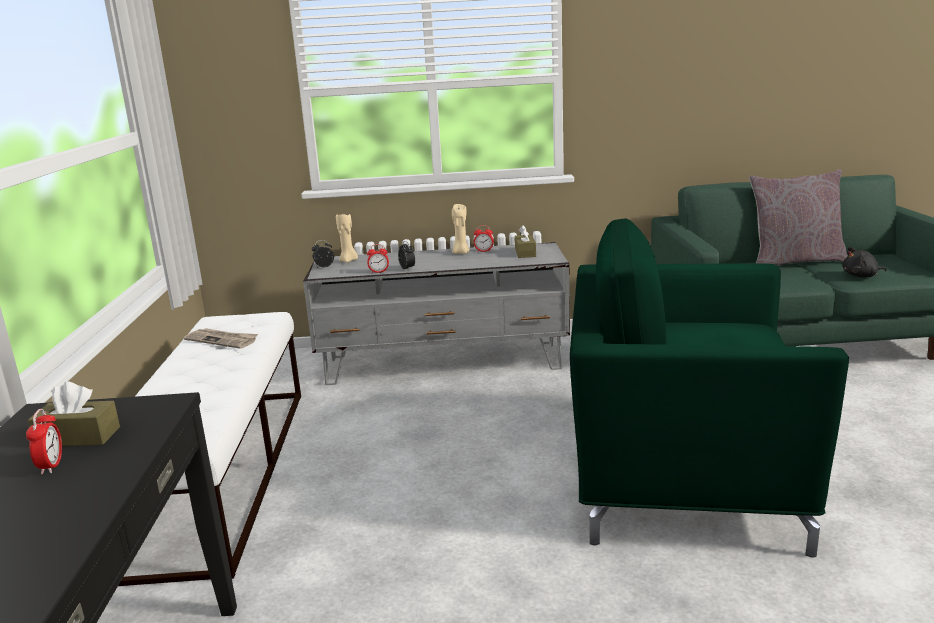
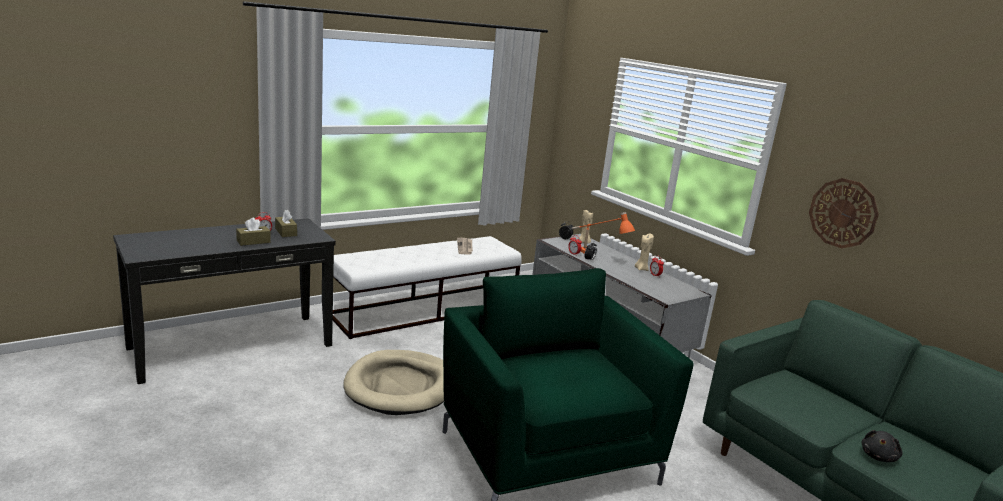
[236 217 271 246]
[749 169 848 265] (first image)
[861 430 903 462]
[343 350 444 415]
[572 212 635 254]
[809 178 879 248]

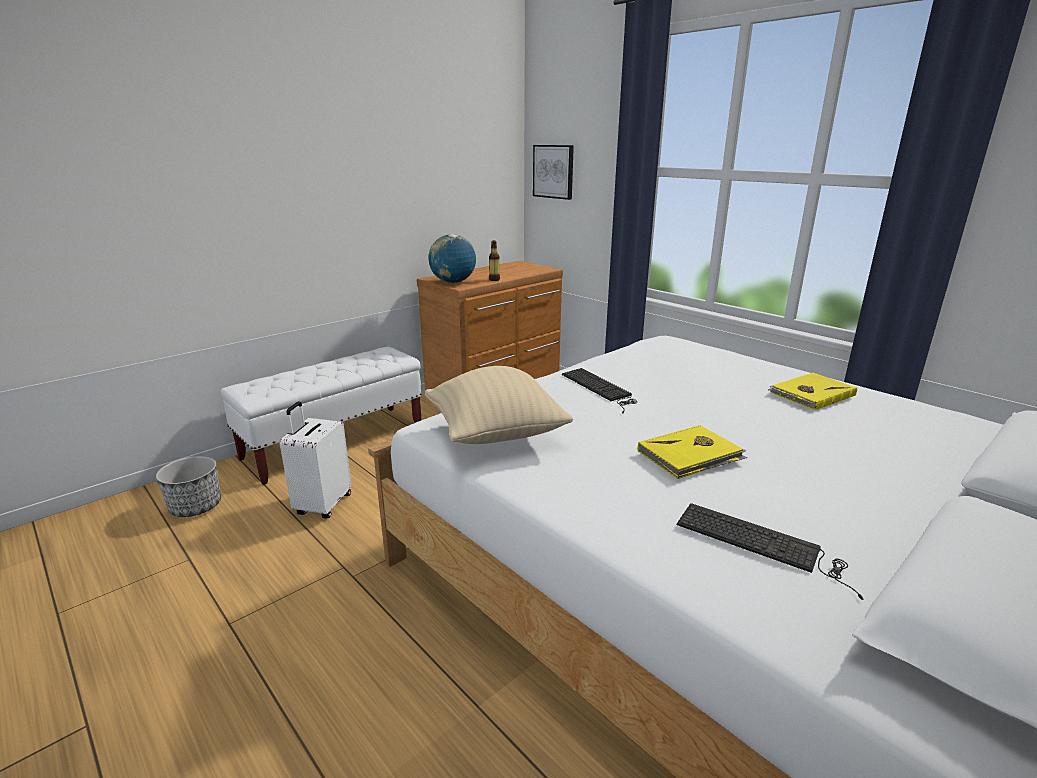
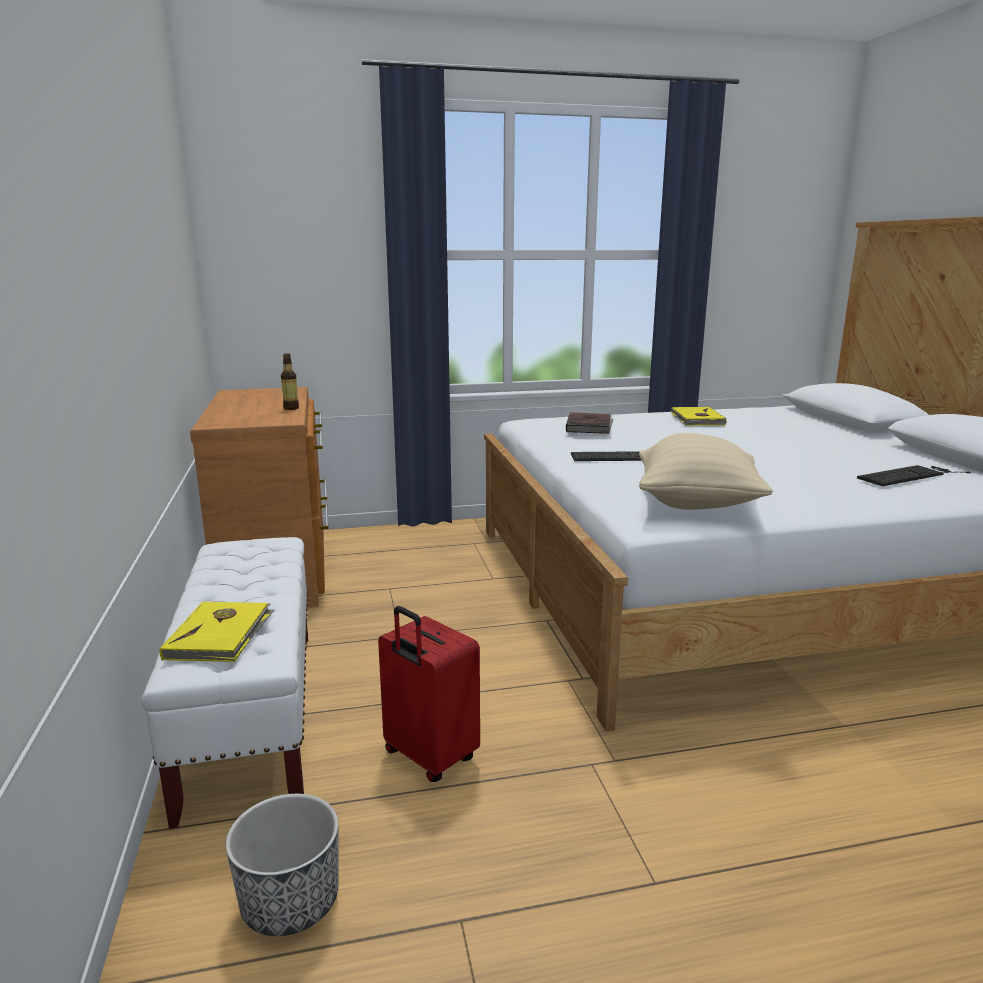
[378 606 480 782]
[428 234 476 283] (first image)
[533 145 574 200] (first image)
[160 601 275 662]
[566 412 614 434]

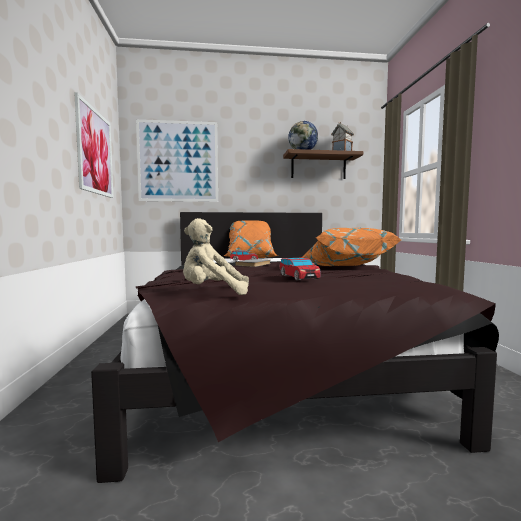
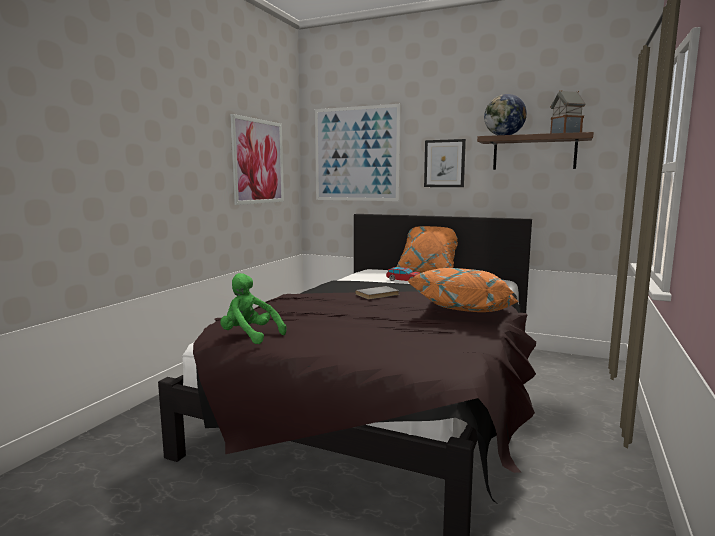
[220 273 287 344]
[280 257 321 280] (first image)
[424 139 466 187]

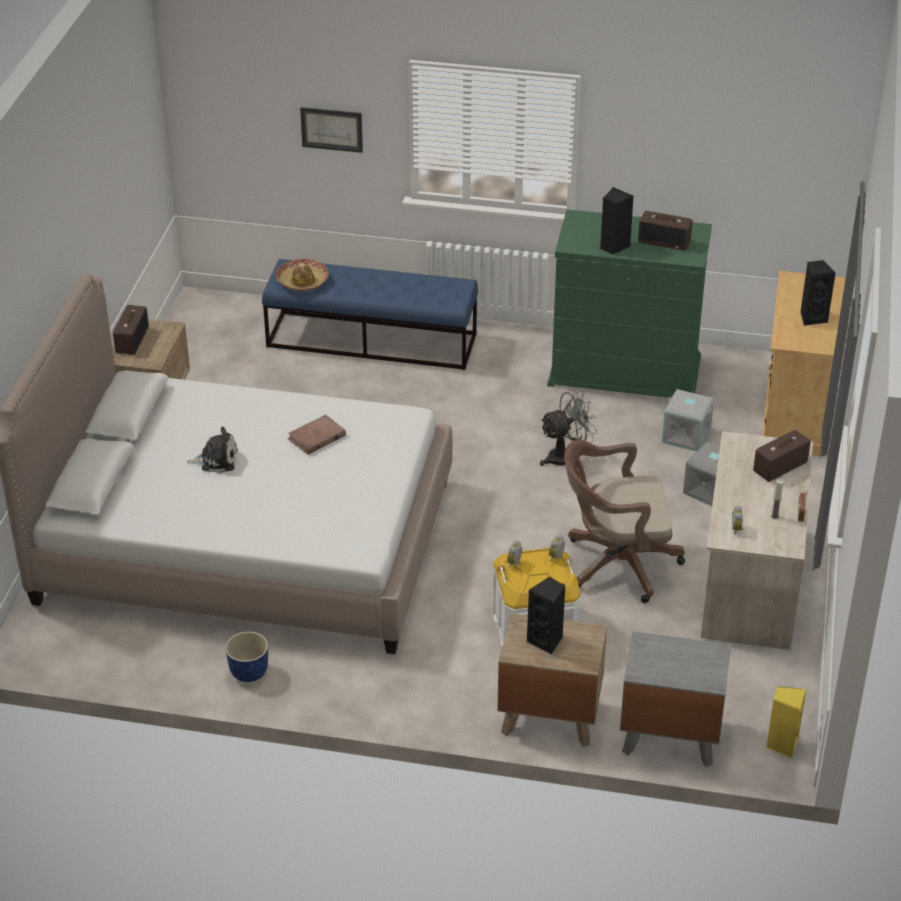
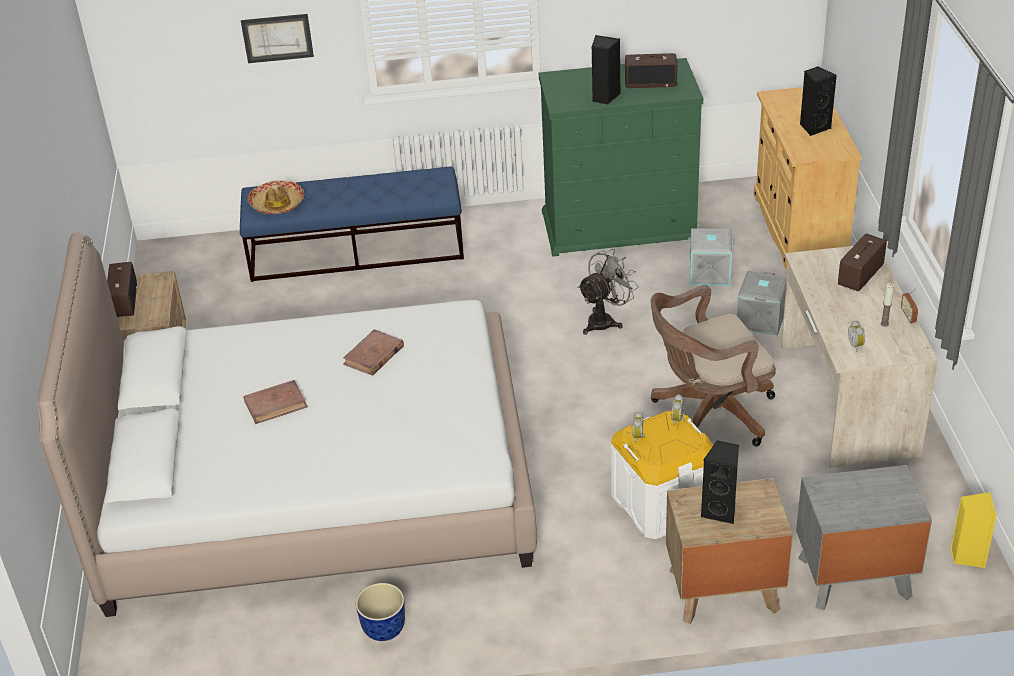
[243 380 308 424]

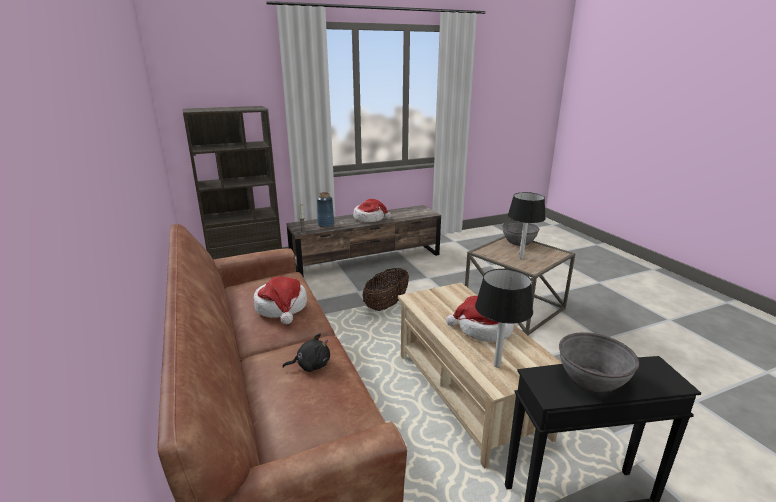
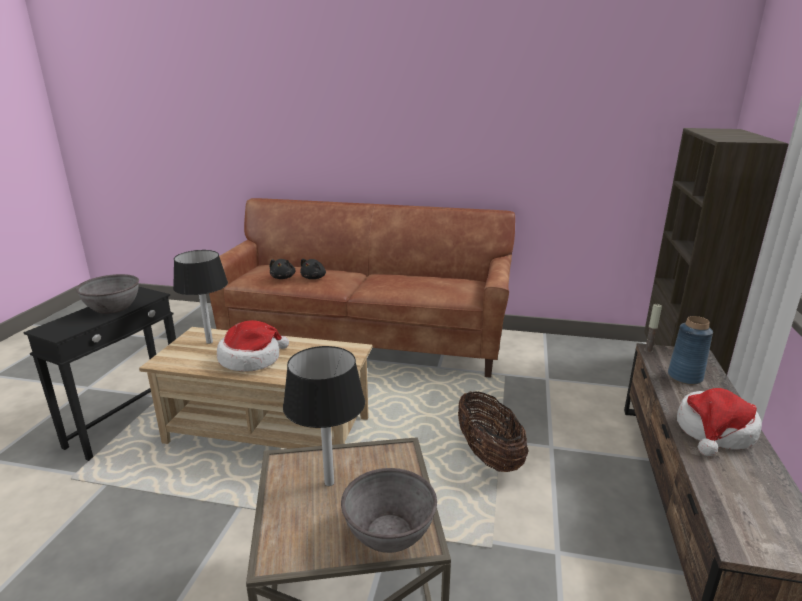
[254 277 307 324] (first image)
[269 259 296 279]

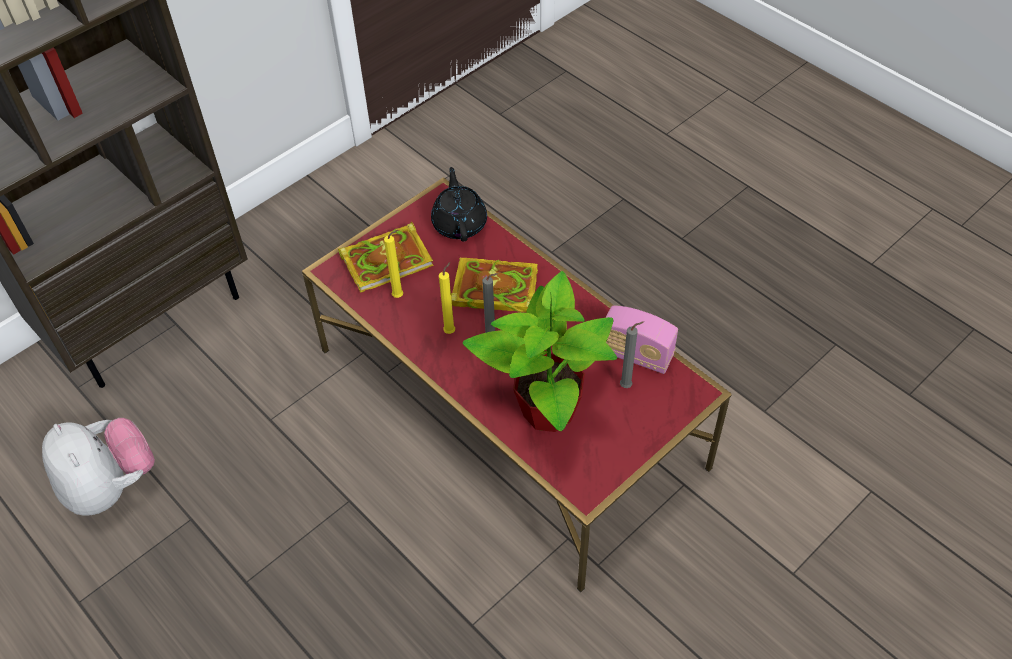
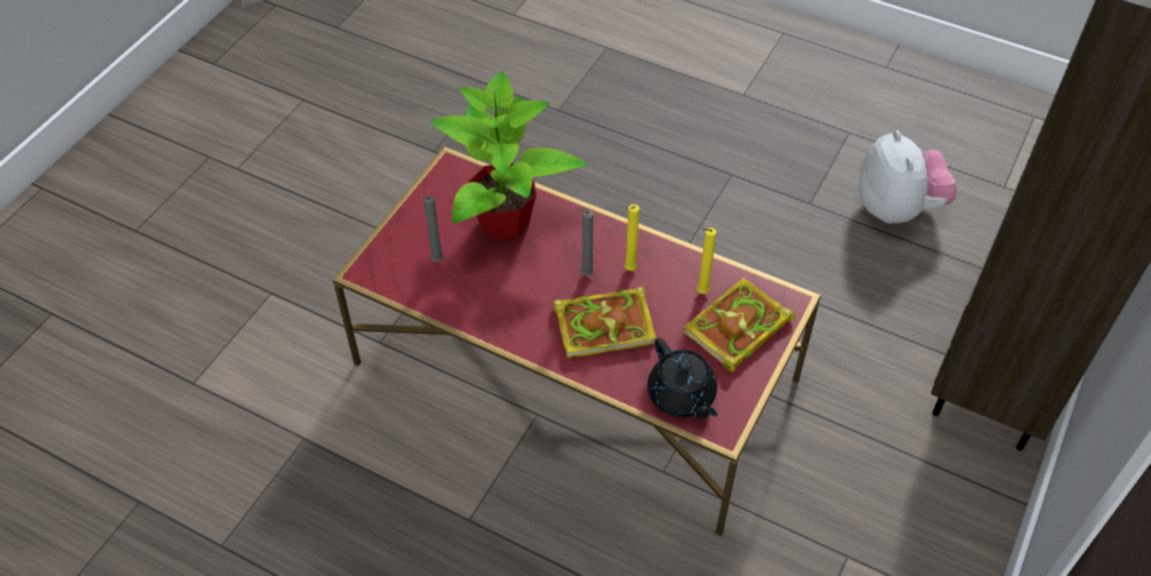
[859 130 957 224]
[605 305 678 374] (first image)

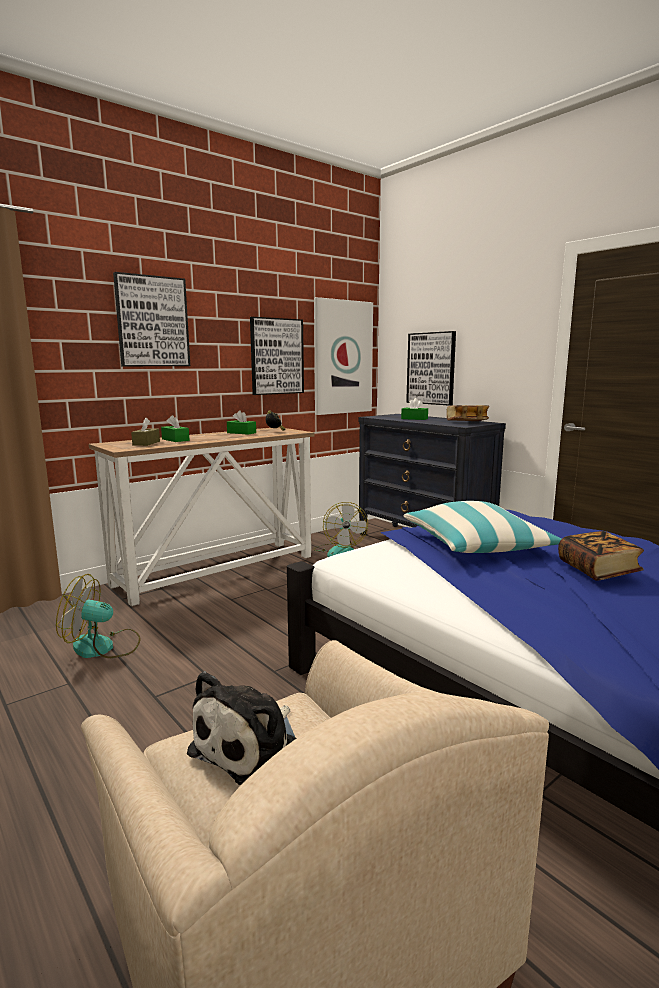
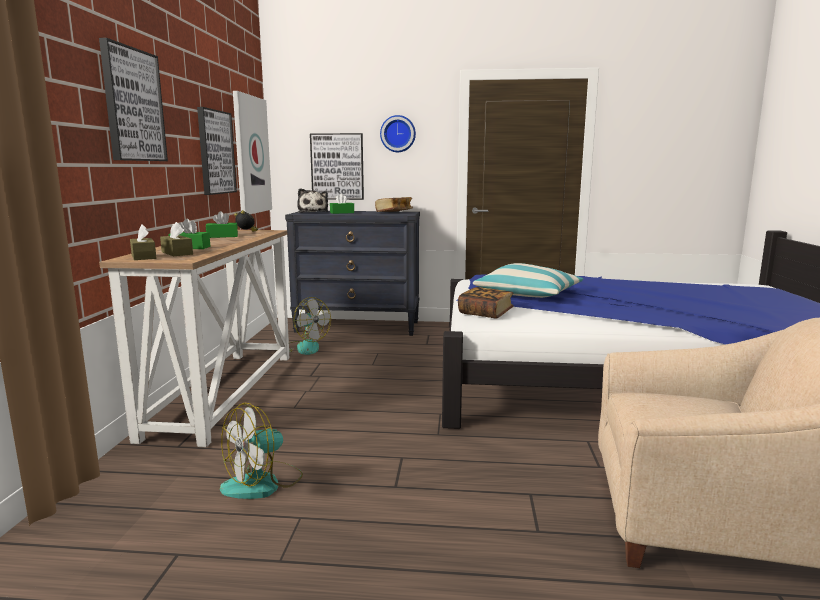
[297 188 328 213]
[458 287 514 319]
[130 224 156 260]
[380 115 416 152]

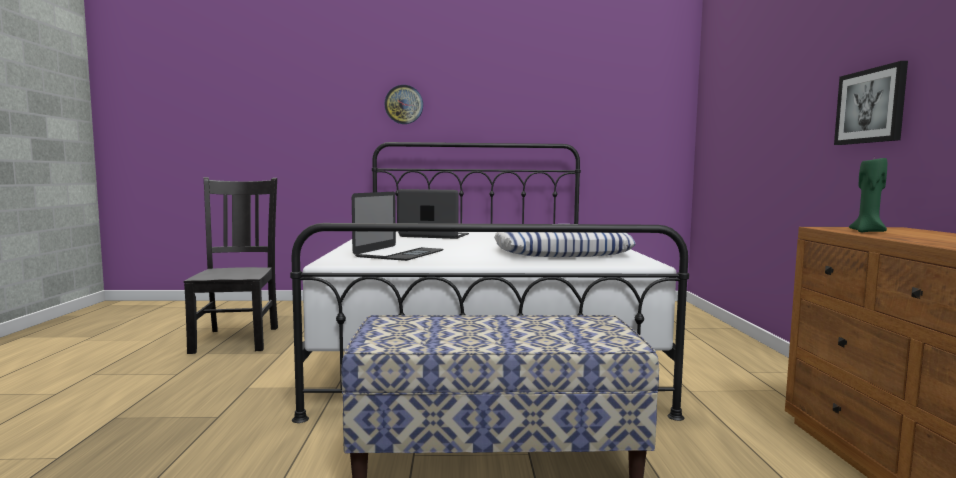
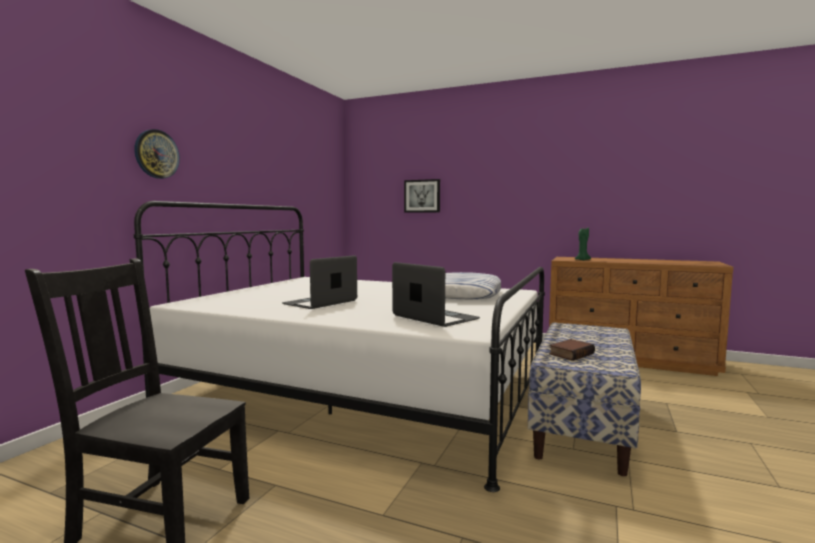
[404 179 440 213]
[549 339 595 361]

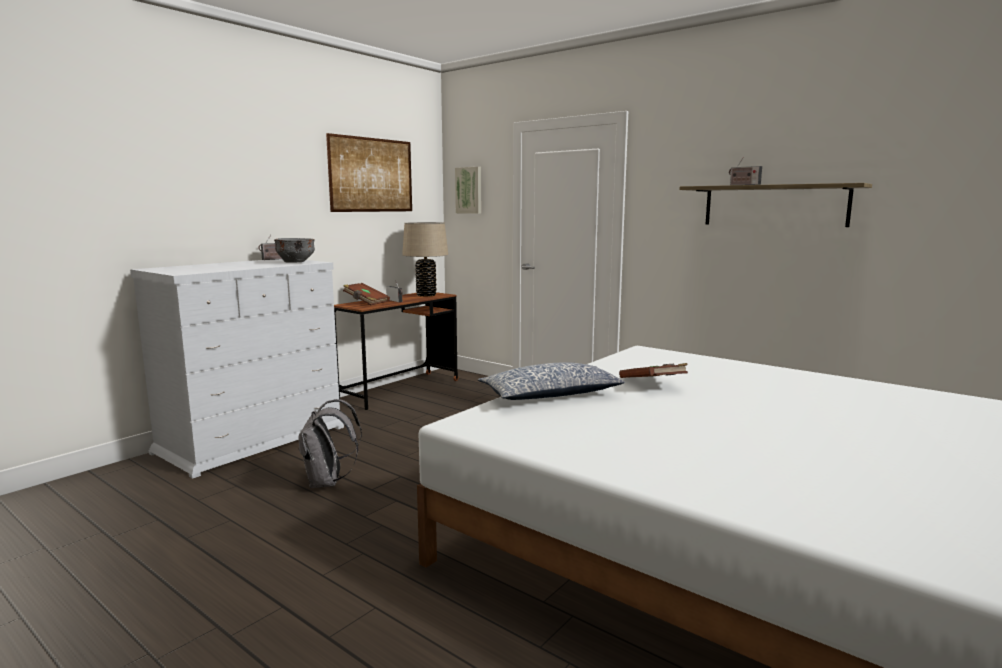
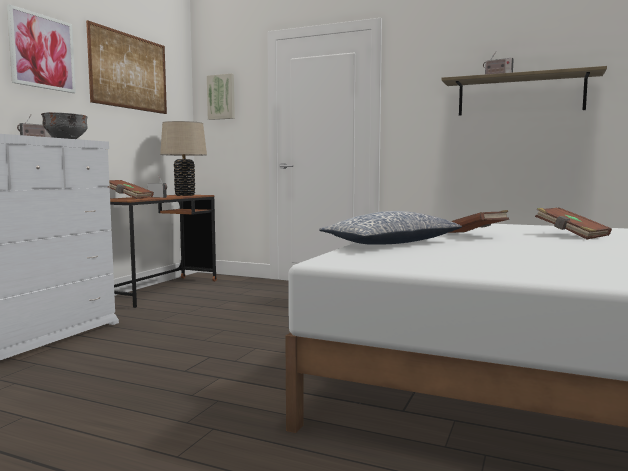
[298 399 362 488] (first image)
[7 4 76 93]
[535 208 612 239]

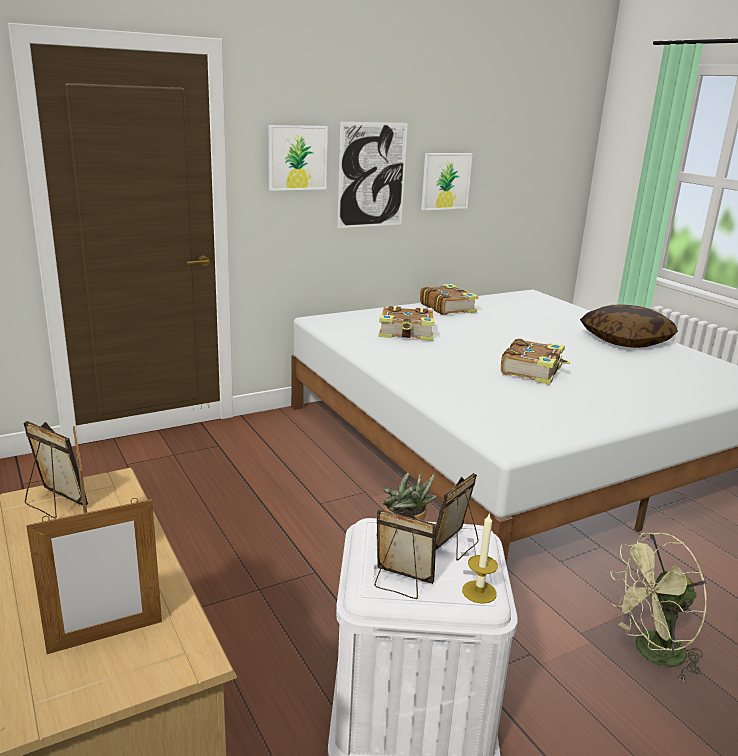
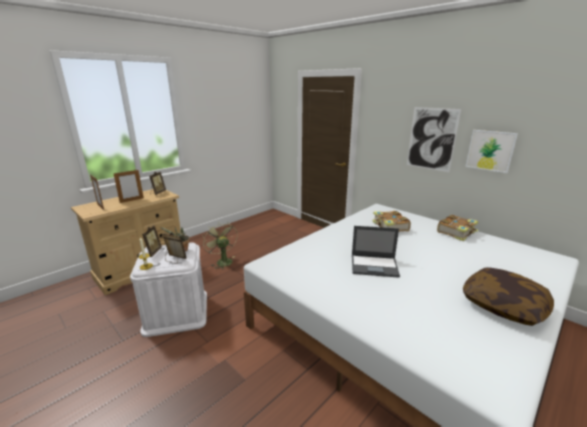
[269 125 328 191] (first image)
[352 226 400 278]
[202 223 238 270]

